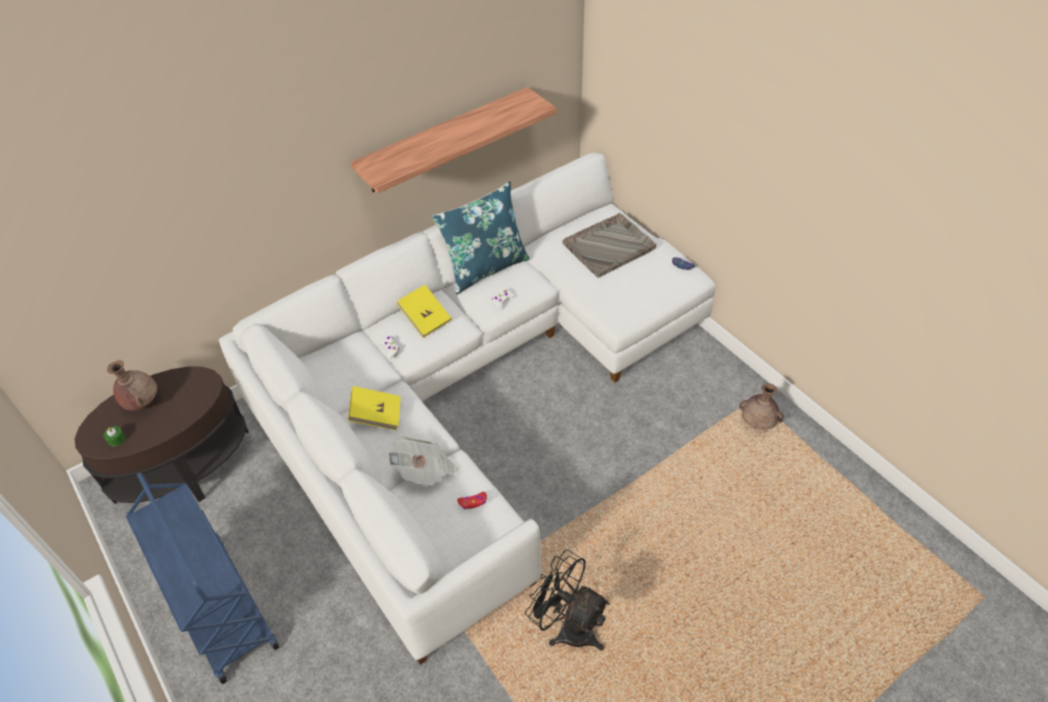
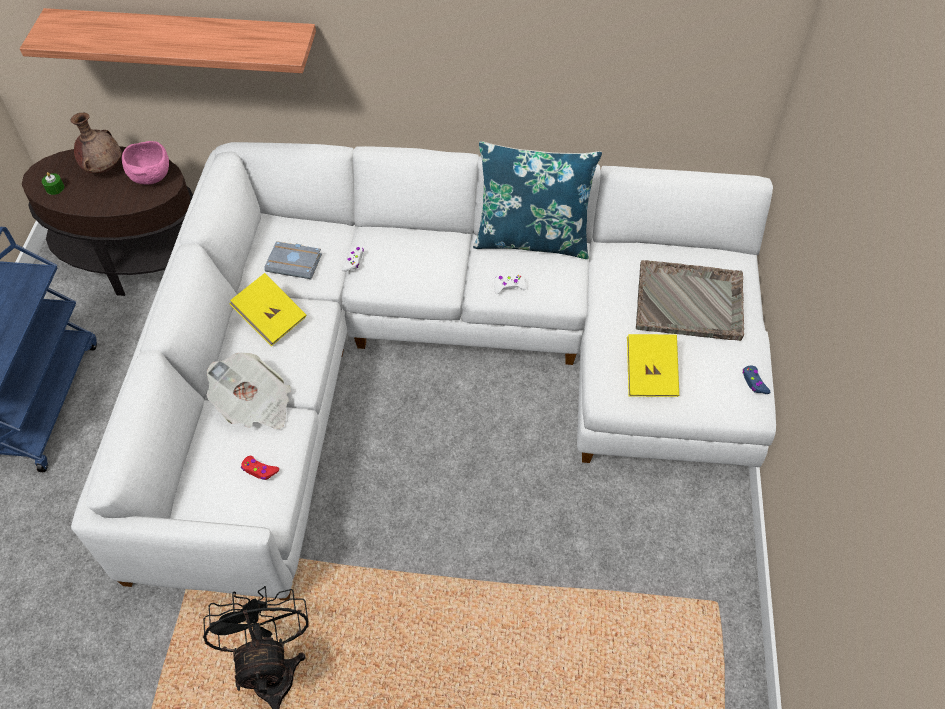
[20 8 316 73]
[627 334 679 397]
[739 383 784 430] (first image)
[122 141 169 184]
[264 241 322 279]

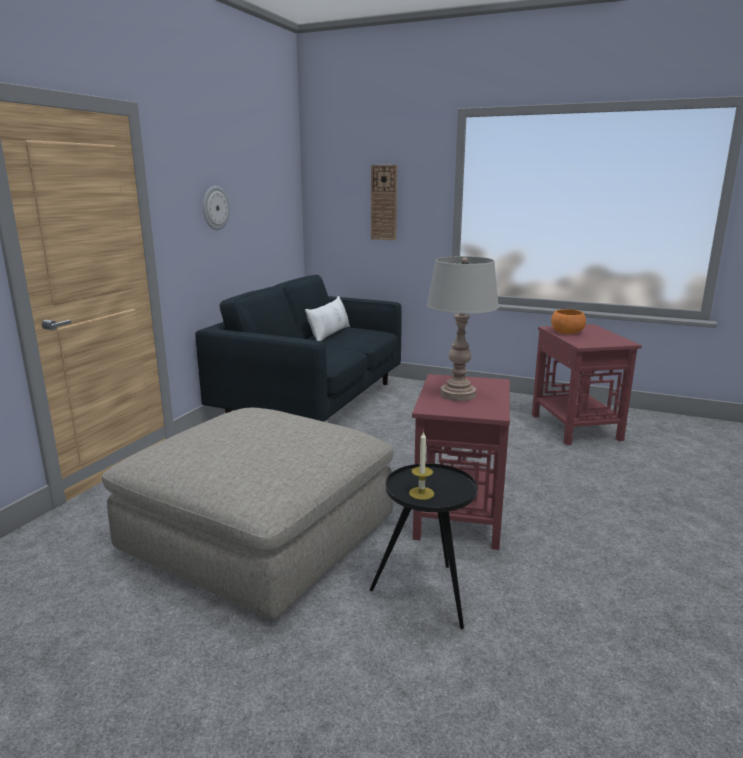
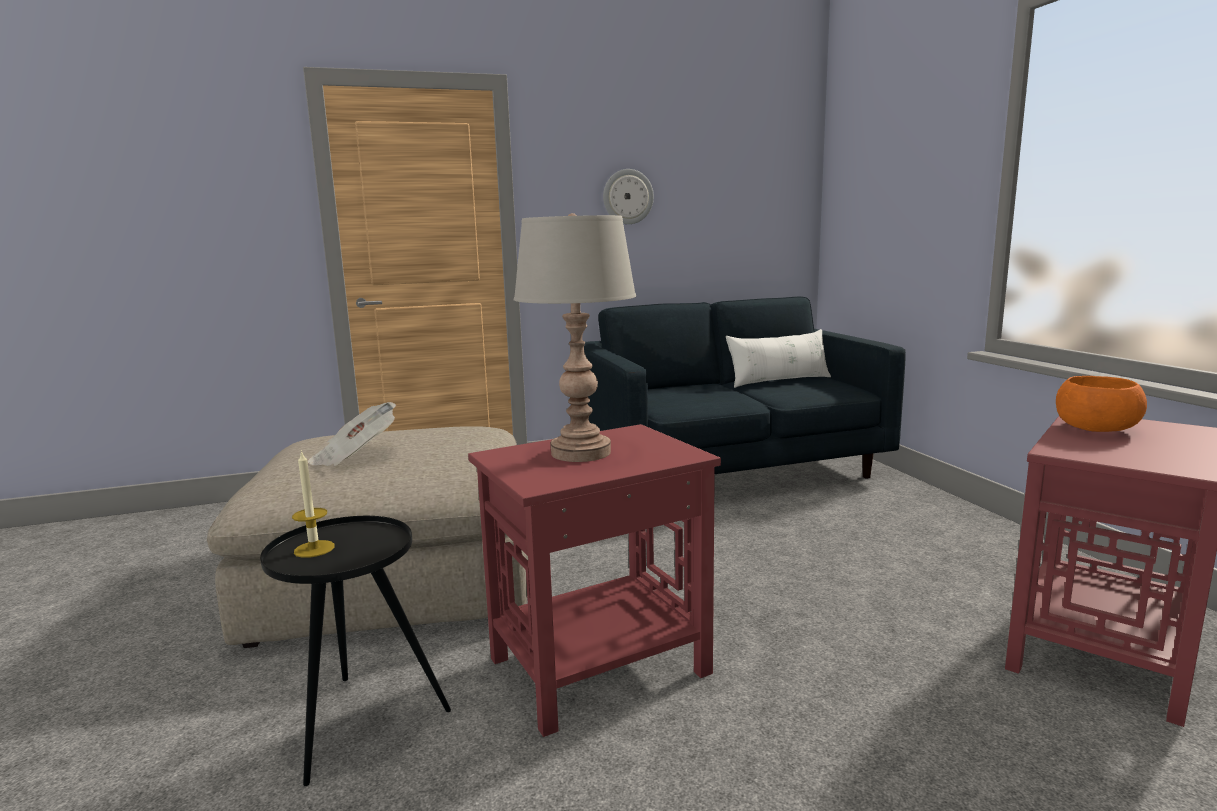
[371 165 397 240] (first image)
[308 402 396 466]

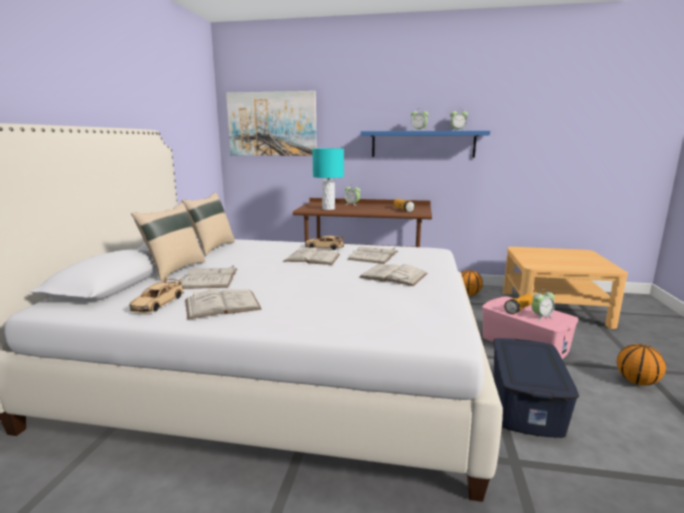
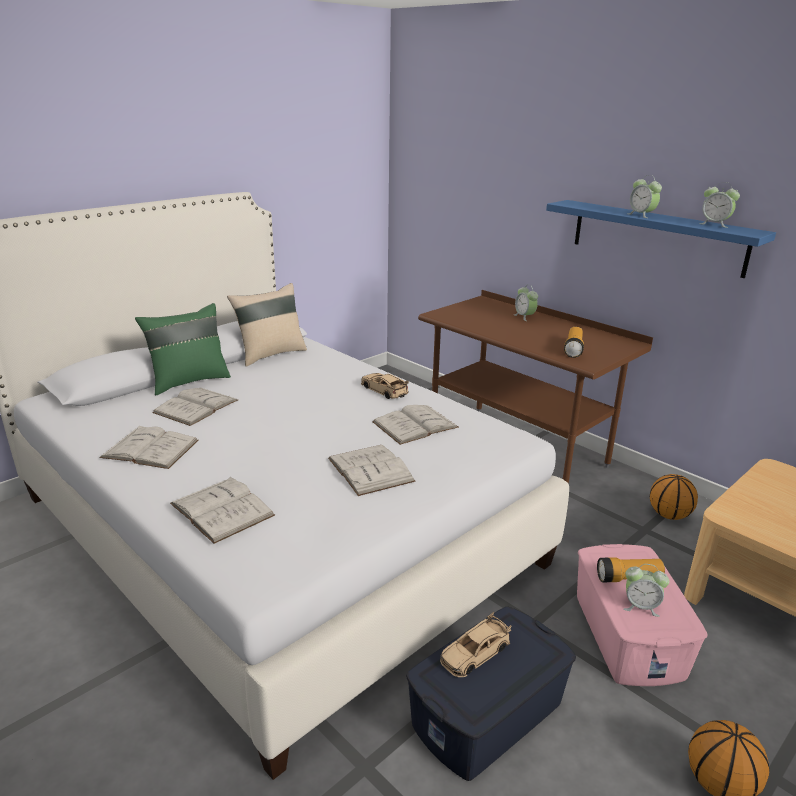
[440 612 511 677]
[135 303 231 395]
[226 91 317 156] (first image)
[170 477 275 544]
[312 148 344 210] (first image)

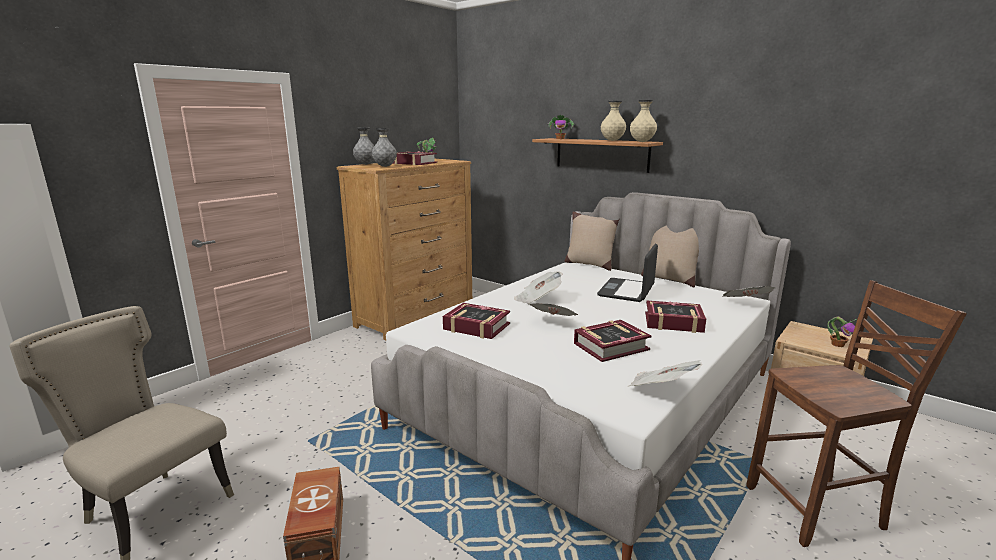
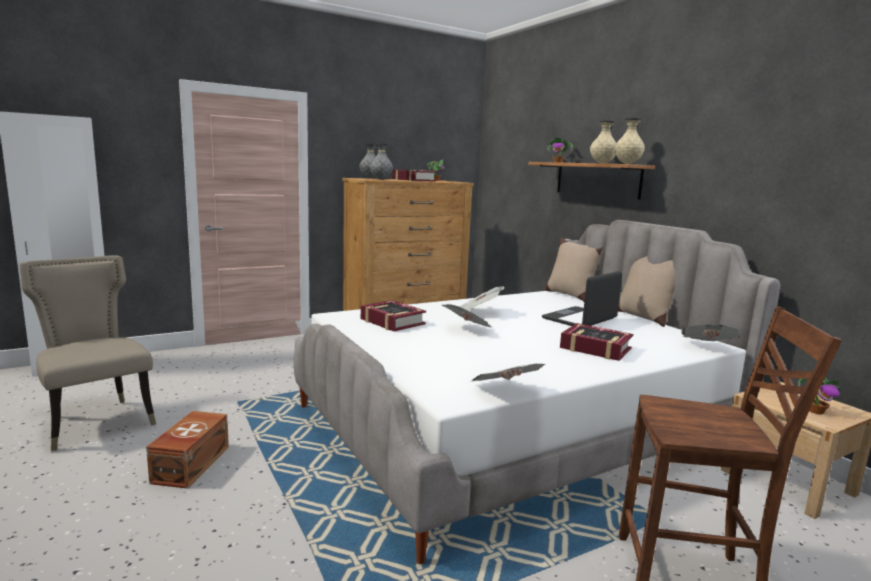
[574 320 651 362] (first image)

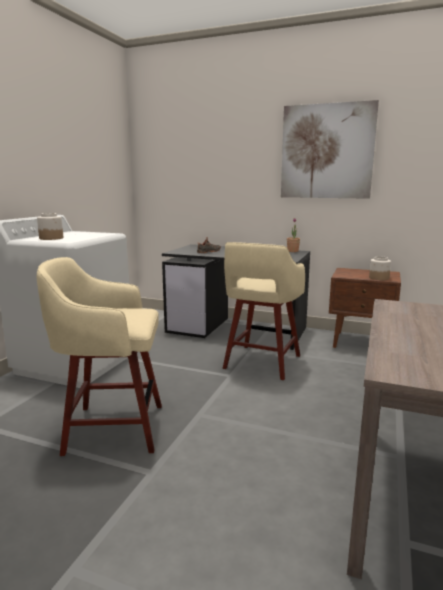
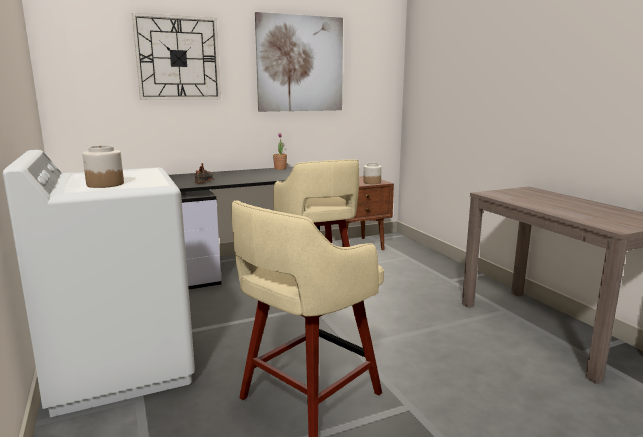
[132 13 221 100]

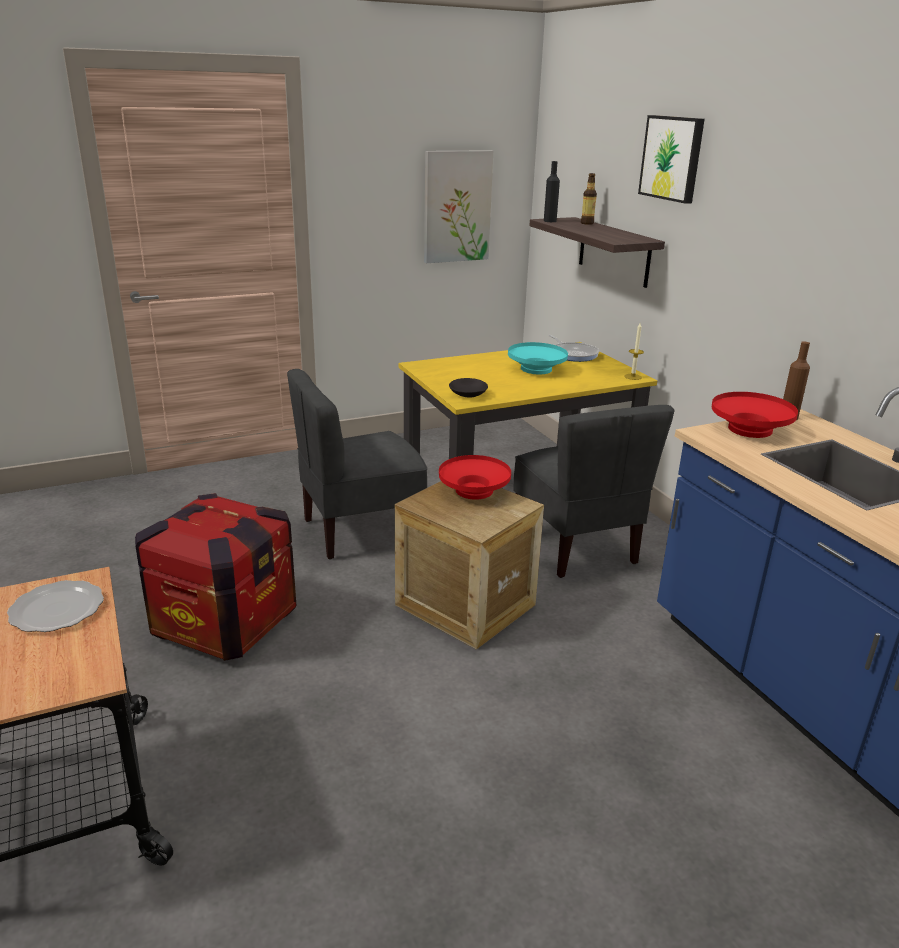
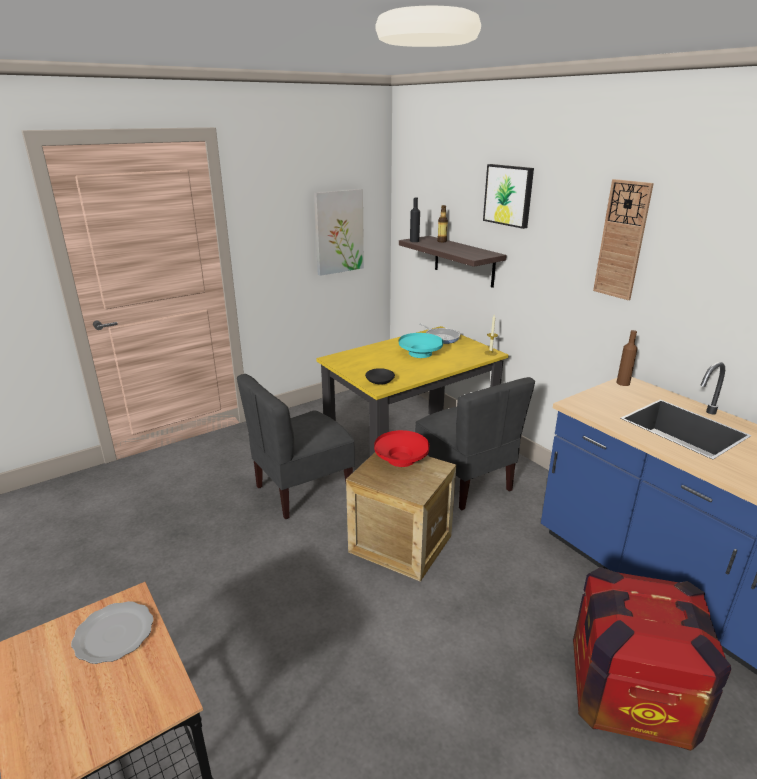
[573 567 731 751]
[712 392 798 438] (first image)
[593 179 654 300]

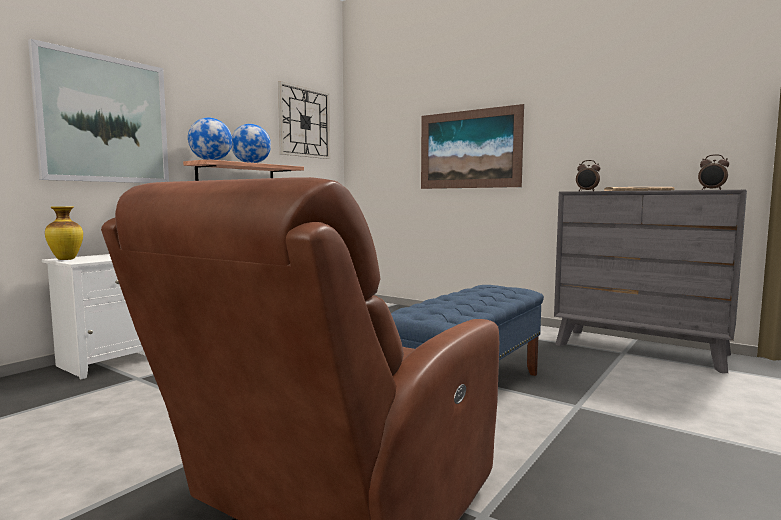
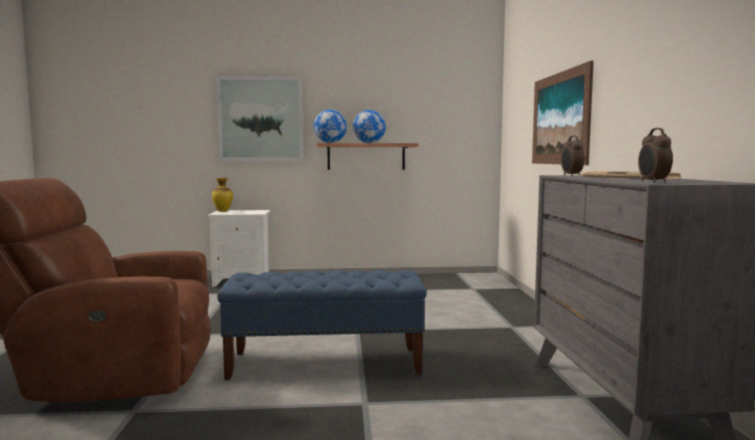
[278 81 330 159] (first image)

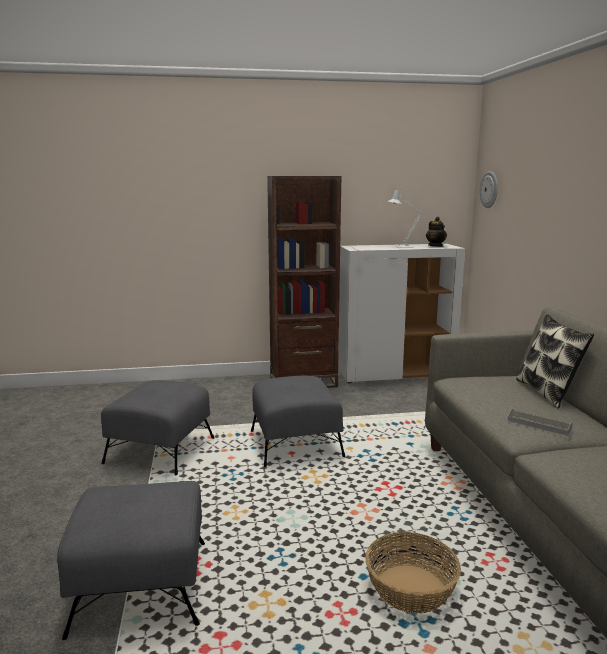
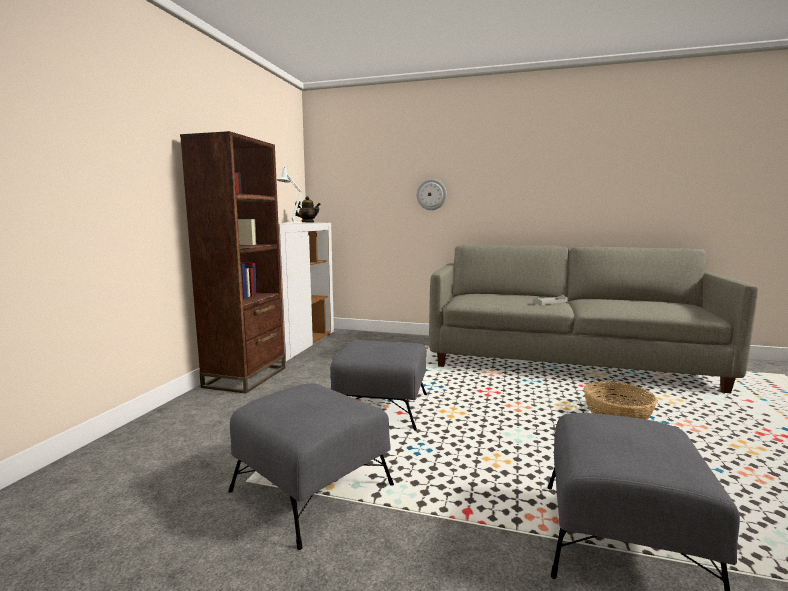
[416 179 447 210]
[516 314 594 408] (first image)

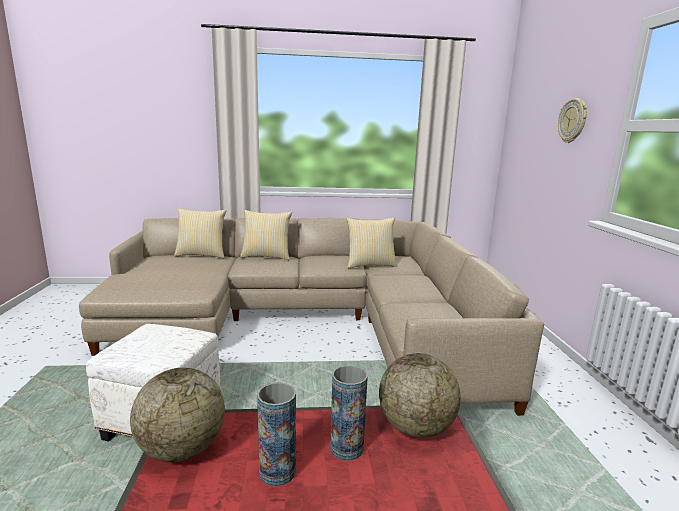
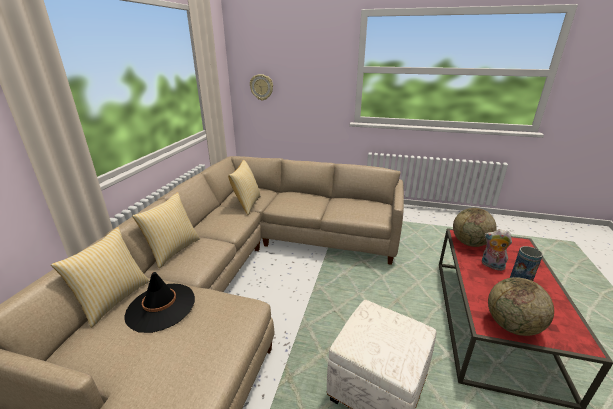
[482 229 512 271]
[250 74 273 101]
[124 272 195 333]

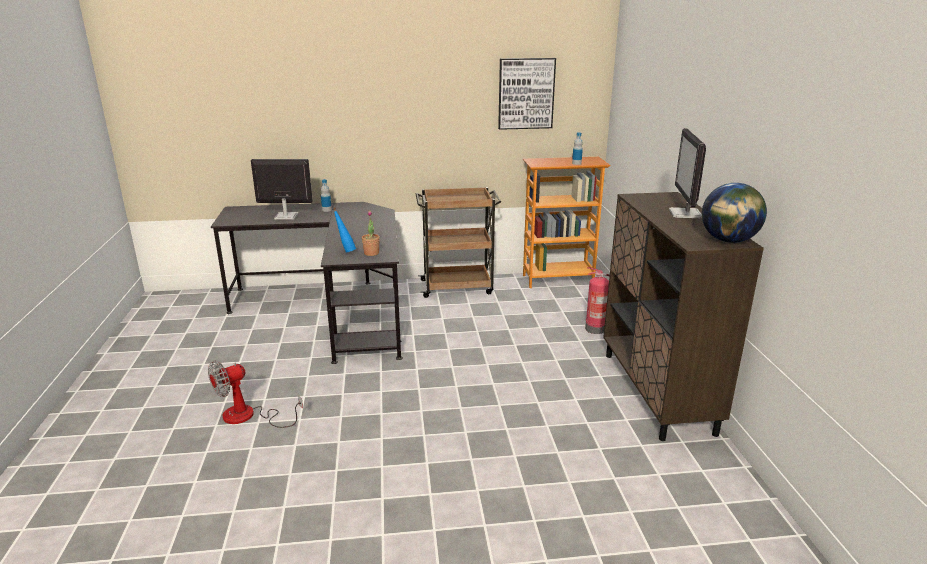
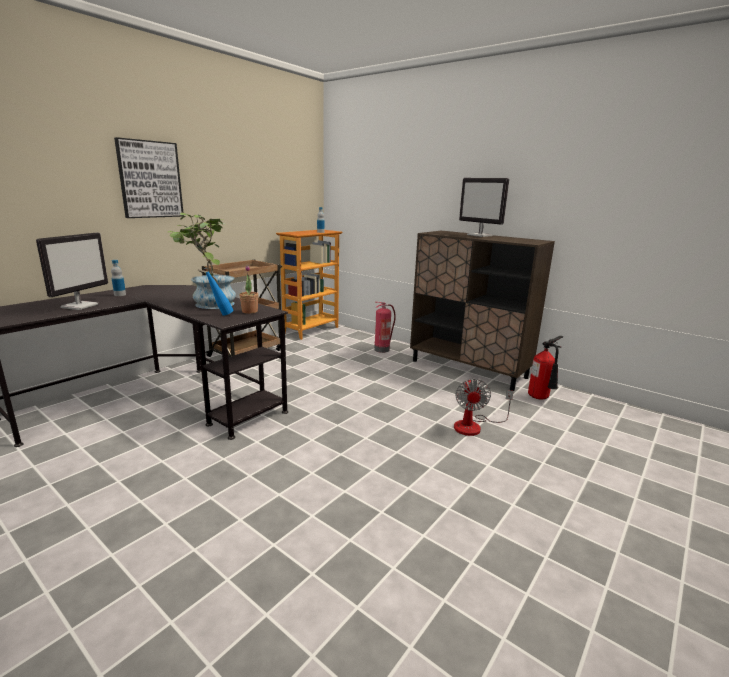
[454 379 514 436]
[36 233 108 310]
[114 137 184 218]
[702 183 767 243] (first image)
[168 213 236 309]
[528 336 563 400]

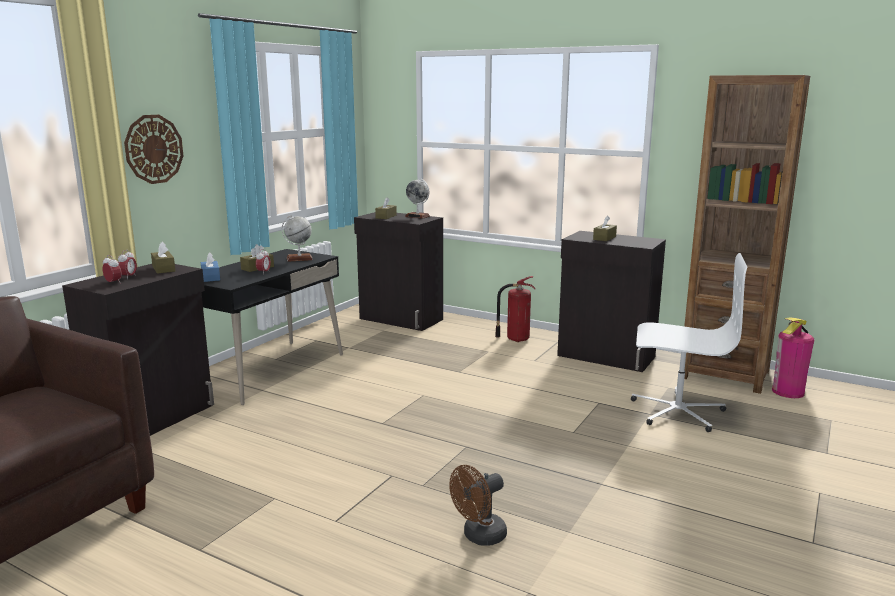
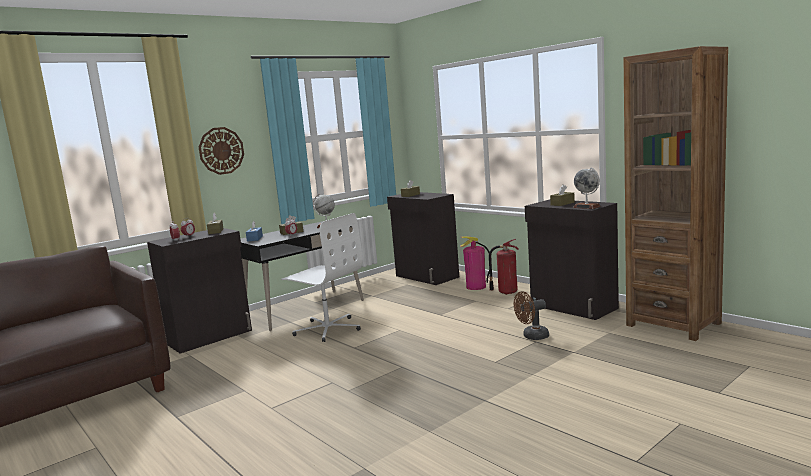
[573 167 601 209]
[514 291 549 340]
[281 213 363 342]
[460 236 492 290]

